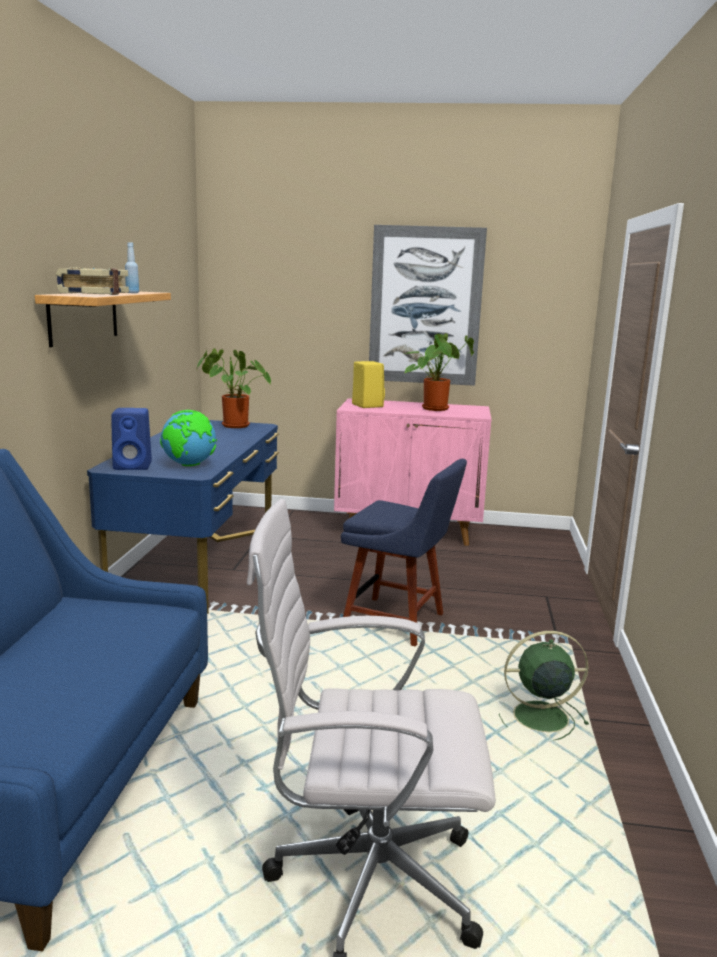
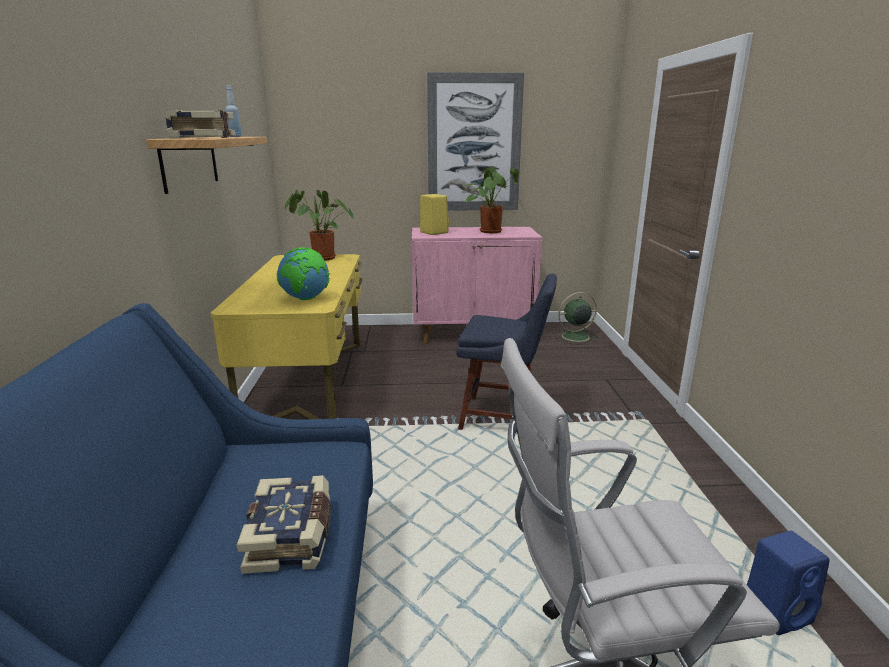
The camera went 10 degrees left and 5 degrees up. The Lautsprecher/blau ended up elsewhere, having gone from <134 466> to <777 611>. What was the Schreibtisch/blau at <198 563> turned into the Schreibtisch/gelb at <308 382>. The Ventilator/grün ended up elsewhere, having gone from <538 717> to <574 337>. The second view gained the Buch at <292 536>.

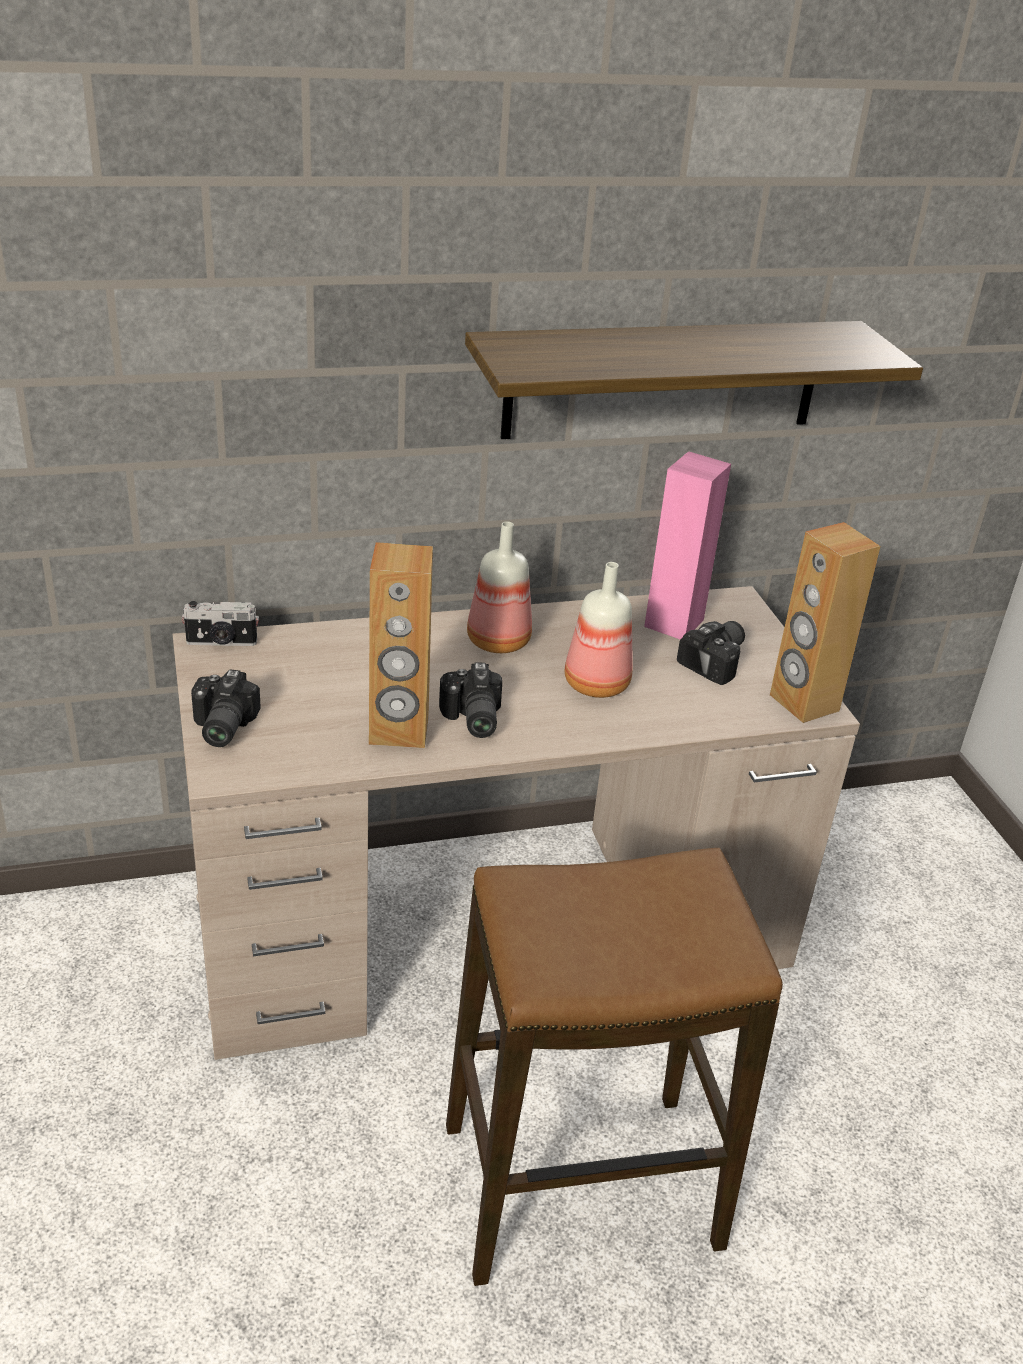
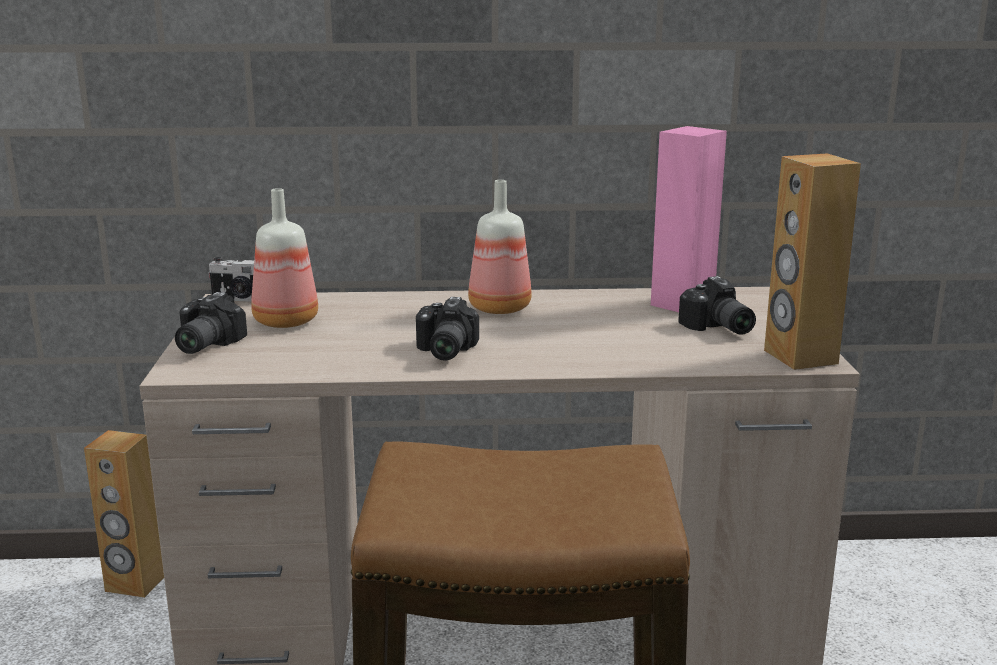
The camera went 15 degrees right and 15 degrees down. The second view lost the Wandregal at <664 379>. The Lautsprecher/braun ended up elsewhere, having gone from <399 731> to <135 584>. The Flasche ended up elsewhere, having gone from <596 686> to <285 322>. The Kamera at <718 662> ended up facing another way, 105 degrees clockwise from before.

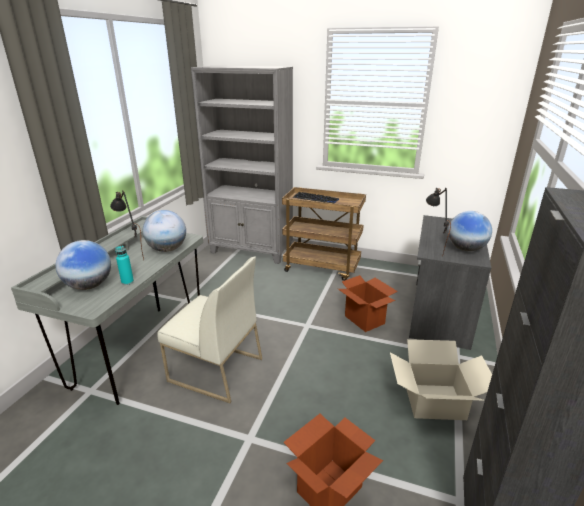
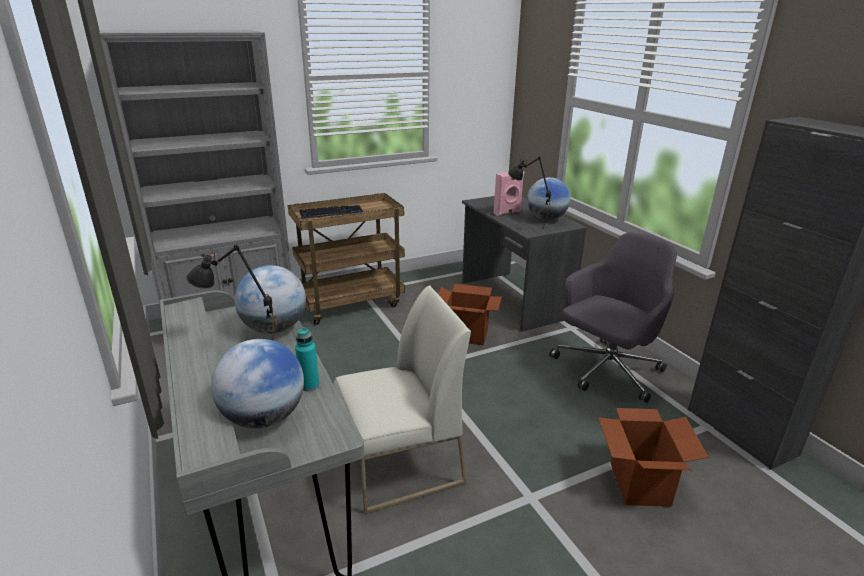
The camera went 45 degrees left and 0 degrees up. Where the Karton stood at <435 402>, the Bürostuhl/grau came to stand at <606 371>. The second view gained the Lautsprecher/rosa at <507 213>.

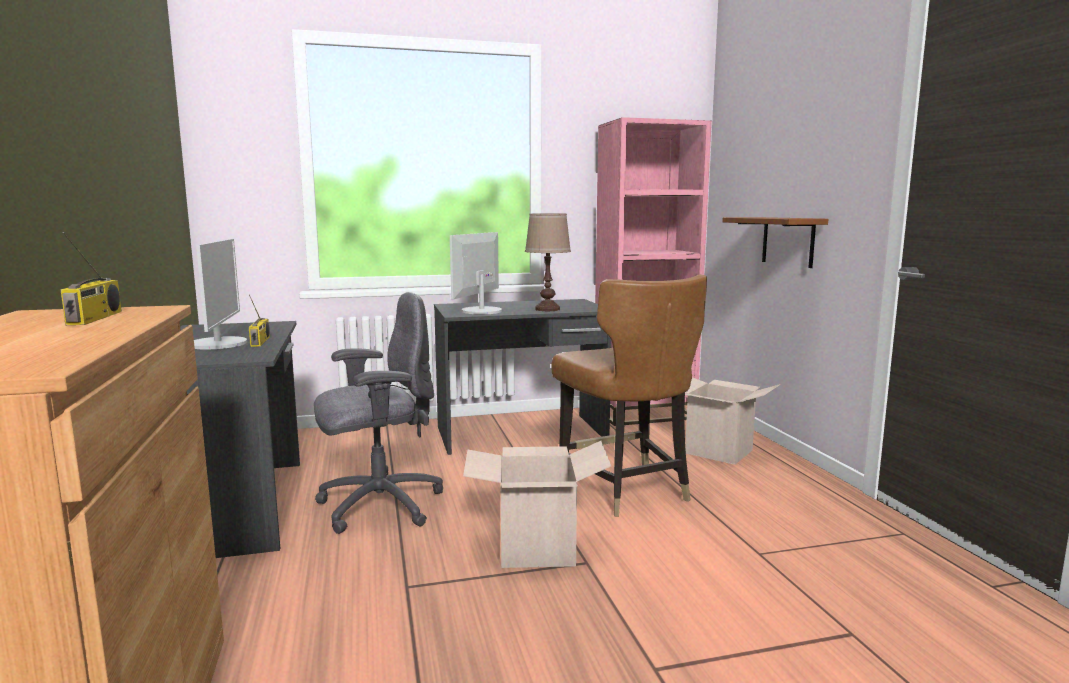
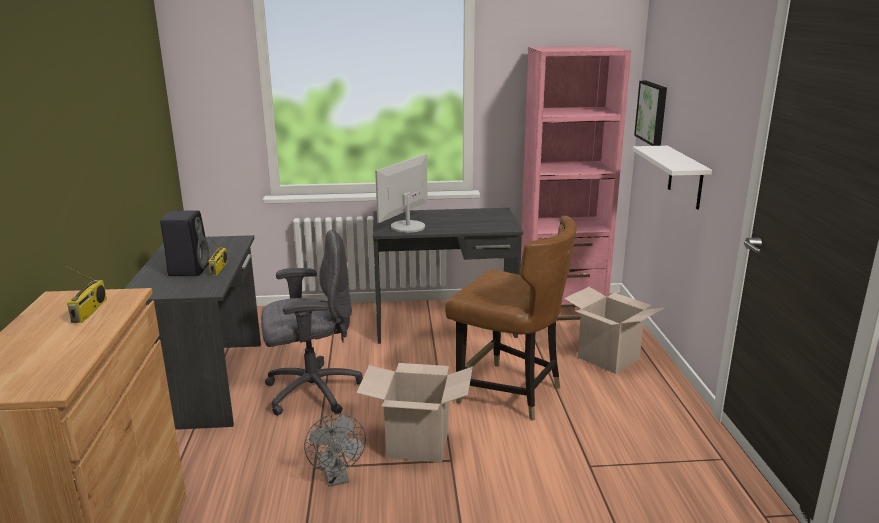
The camera went 10 degrees right and 10 degrees up. The second view lost the Tischlampe/braun at <547 309>. What was the Wandregal/braun at <788 241> turned into the Wandregal/weiß at <685 177>. Where the Monitor stood at <219 344>, the Lautsprecher/schwarz came to stand at <189 269>. The Stuhl/braun at <625 489> ended up facing another way, 45 degrees counterclockwise from before. The second view gained the Bild at <653 112>. The second view gained the Ventilator/grau at <337 478>.

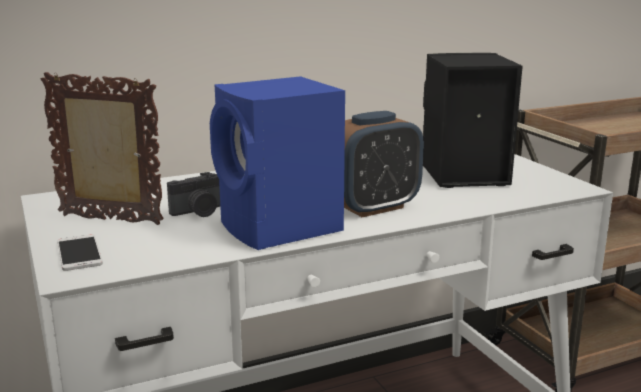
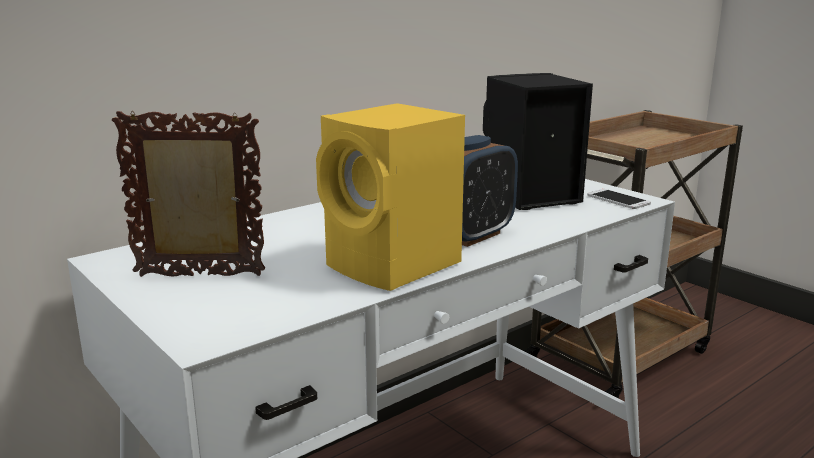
The camera went 15 degrees left and 0 degrees up. What was the Lautsprecher/blau at <281 229> turned into the Lautsprecher/gelb at <395 266>. The second view lost the Kamera at <198 212>. The Handy ended up elsewhere, having gone from <79 253> to <618 199>.

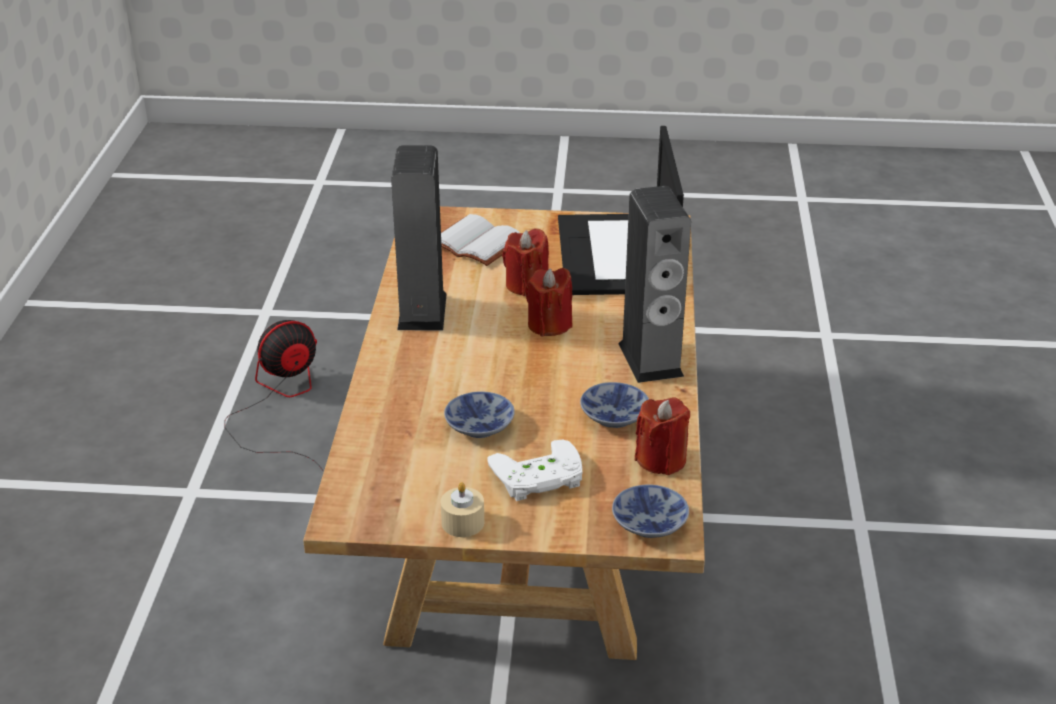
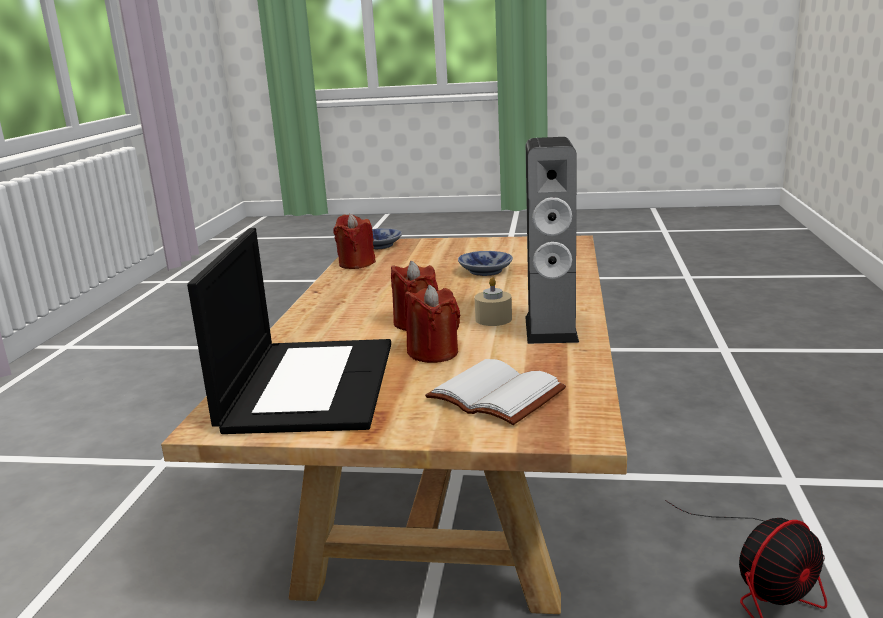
The camera went 175 degrees left and 15 degrees down. The second view lost the Lautsprecher at <650 359>. The second view lost the Schüssel at <617 416>. The second view lost the Gamepad/weiß at <538 479>. The Kerze/beige ended up elsewhere, having gone from <462 522> to <493 319>.

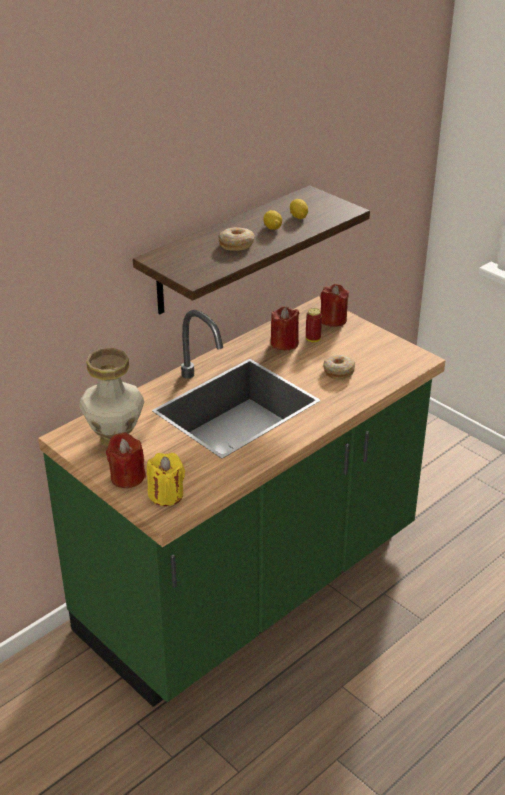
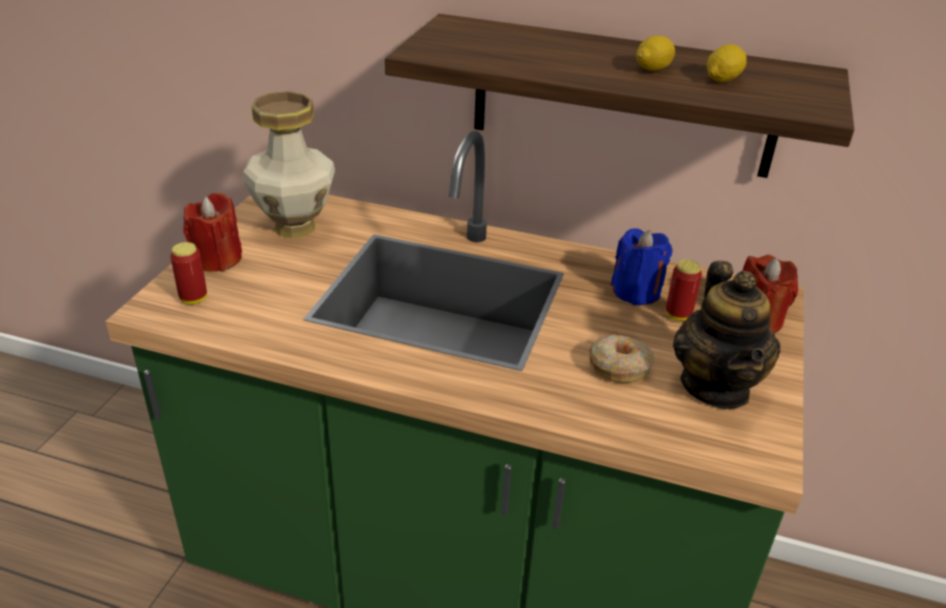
The camera went 60 degrees right and 0 degrees up. The second view lost the Donut at <236 244>. What was the Kerze/rot at <284 343> turned into the Kerze/blau at <636 291>. Where the Kerze/gelb stood at <166 495>, the Dose came to stand at <193 298>. The second view gained the Teekanne at <716 386>.

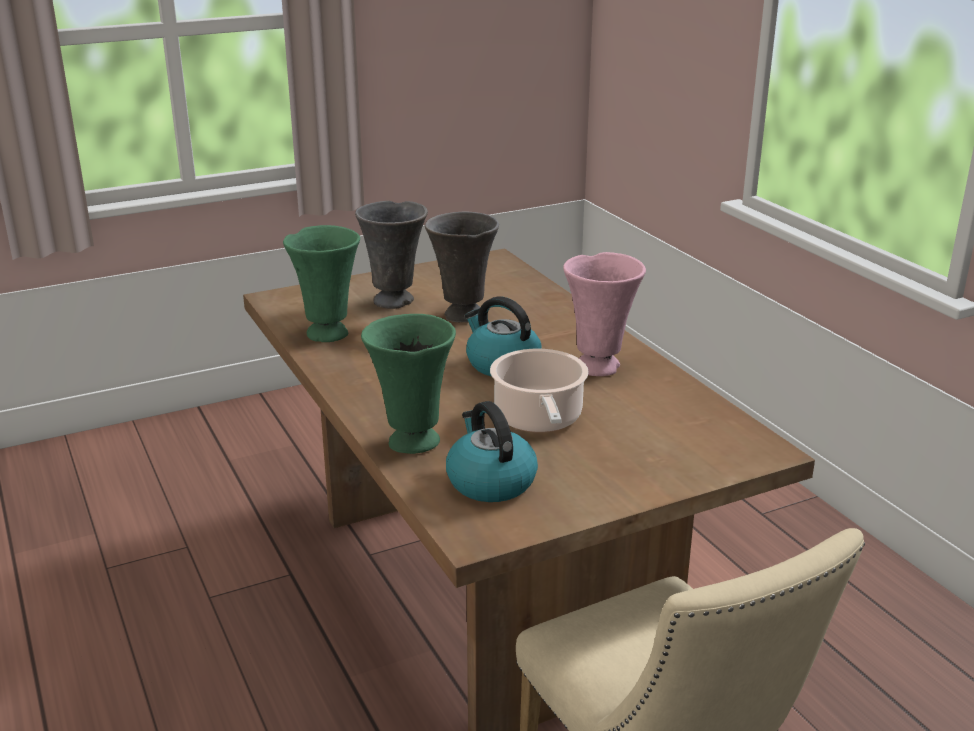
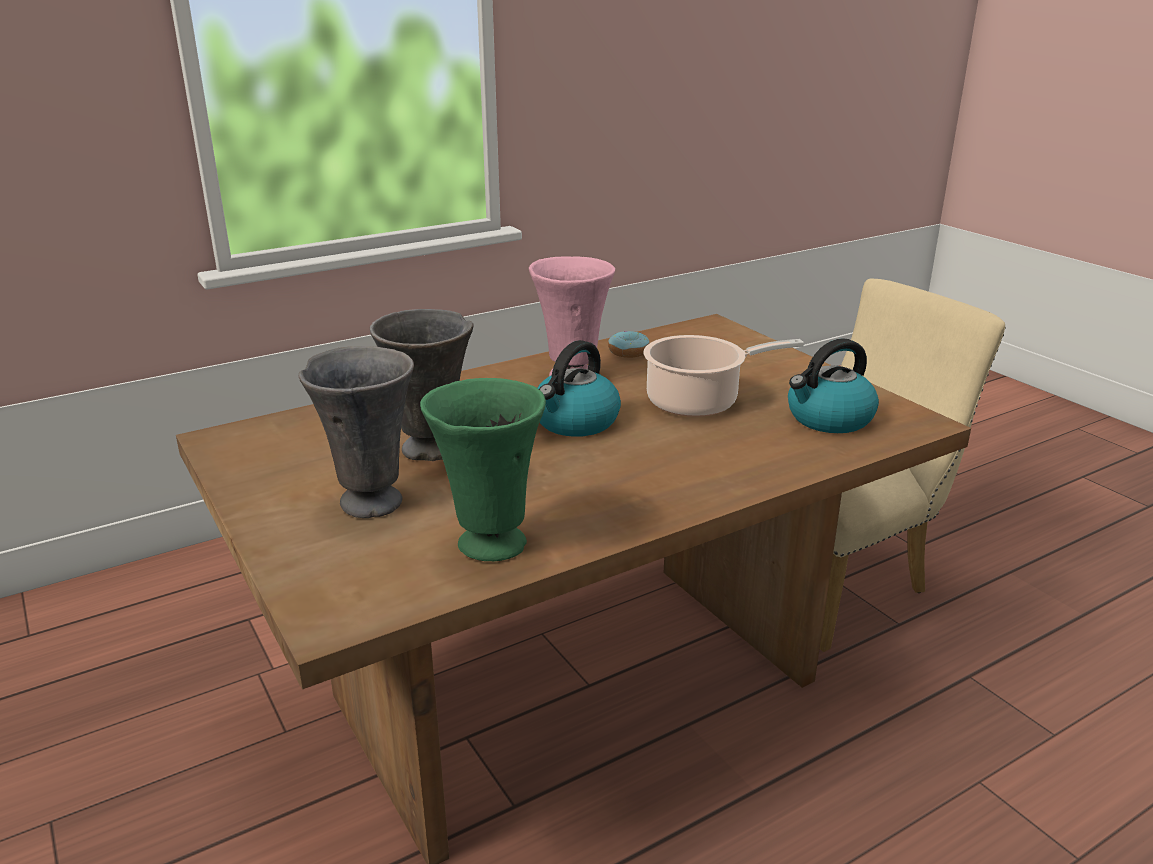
The camera went 95 degrees left and 0 degrees up. The second view lost the Vase/grün at <411 442>. The second view gained the Donut at <628 352>.

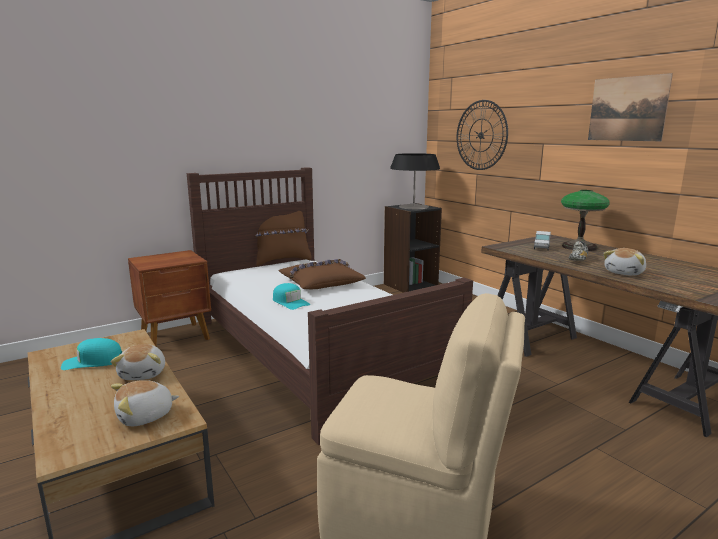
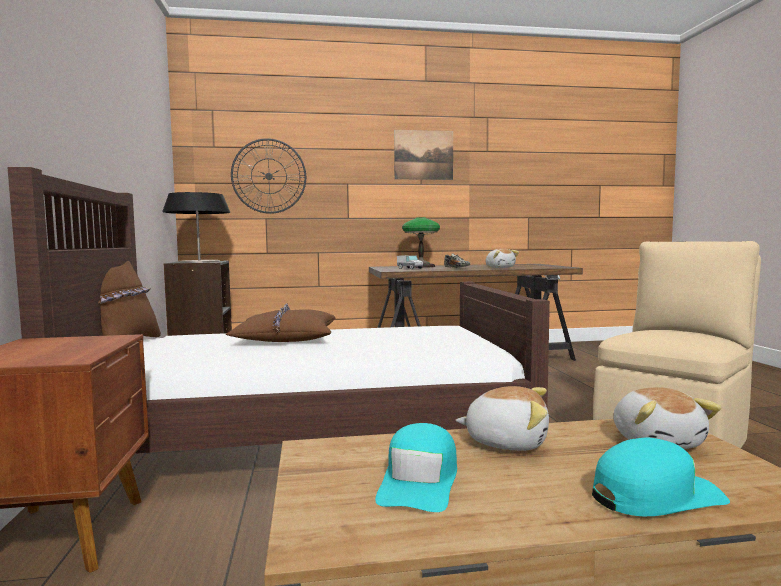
The camera went 65 degrees left and 10 degrees down. The Kappe/türkis ended up elsewhere, having gone from <290 302> to <656 495>.

